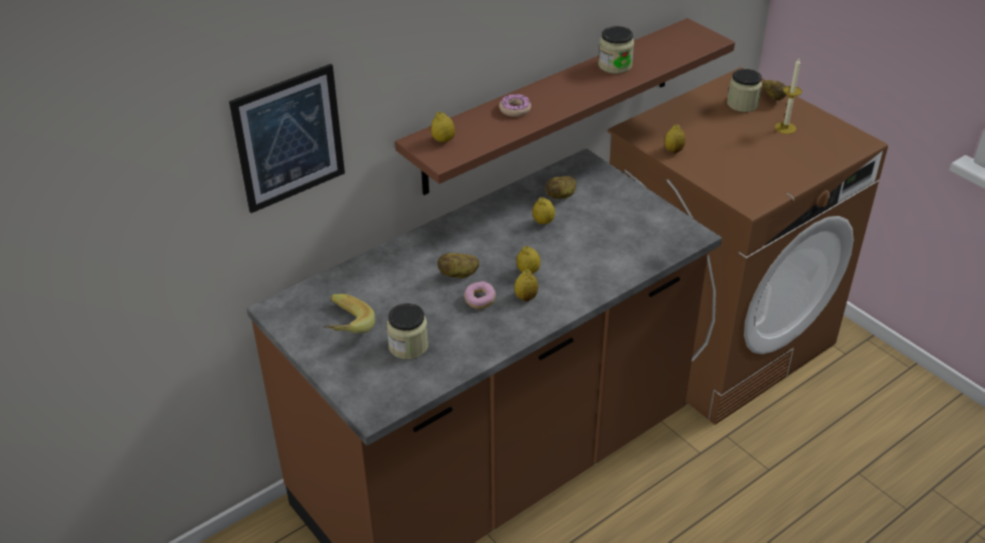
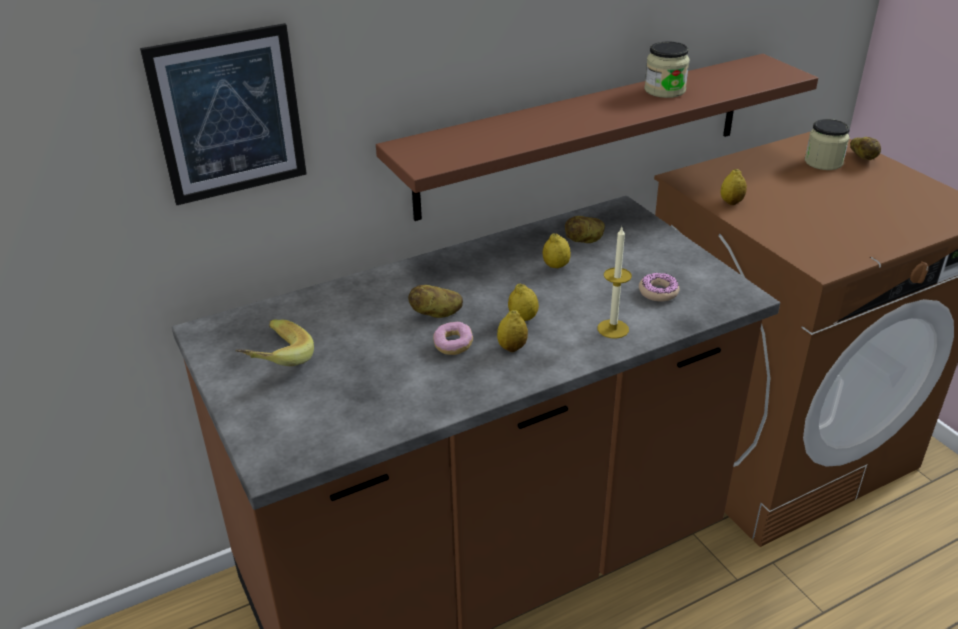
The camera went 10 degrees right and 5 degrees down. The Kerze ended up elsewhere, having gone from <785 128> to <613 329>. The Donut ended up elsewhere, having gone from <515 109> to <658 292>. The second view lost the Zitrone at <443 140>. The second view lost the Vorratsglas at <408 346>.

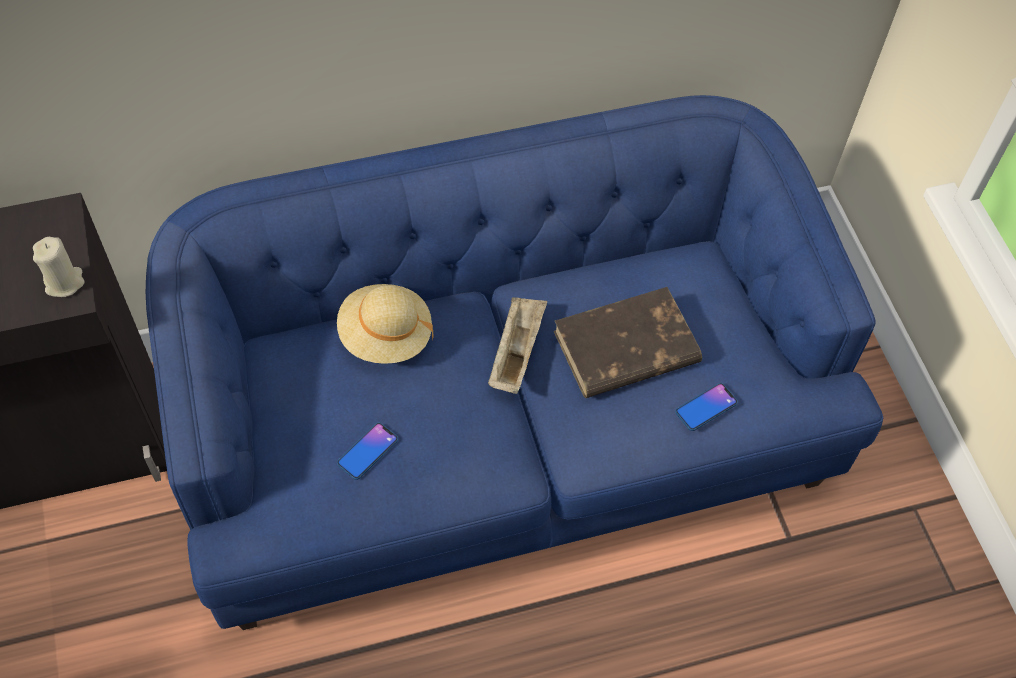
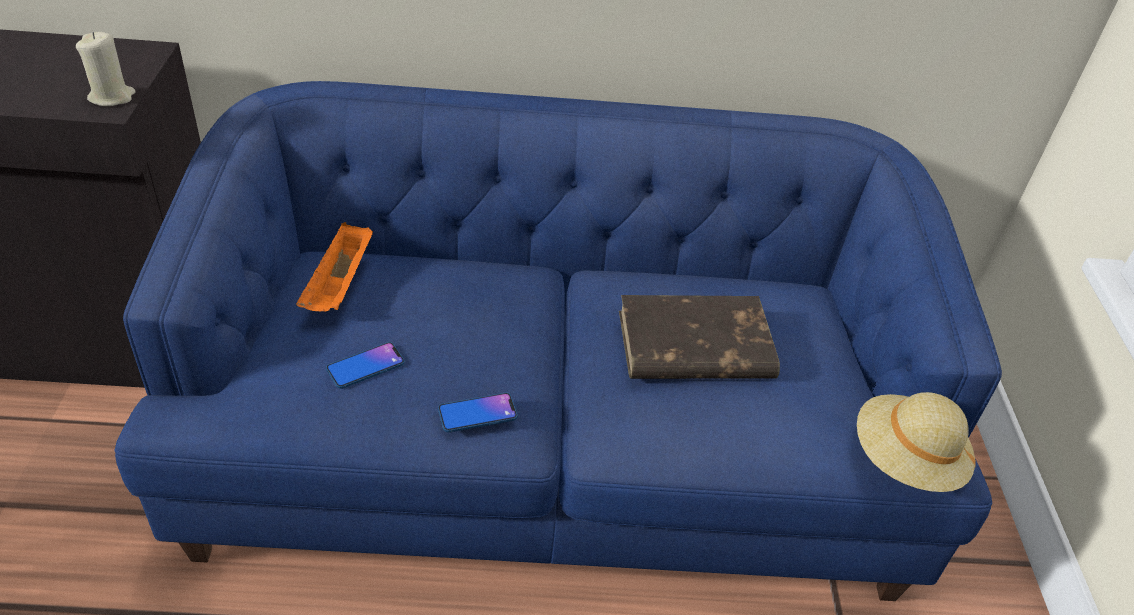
The camera went 15 degrees right and 15 degrees down. The Hut/beige ended up elsewhere, having gone from <385 336> to <905 461>. The second view lost the Tablett/beige at <516 352>. The Handy ended up elsewhere, having gone from <706 407> to <477 413>. The second view gained the Tablett/orange at <339 285>.

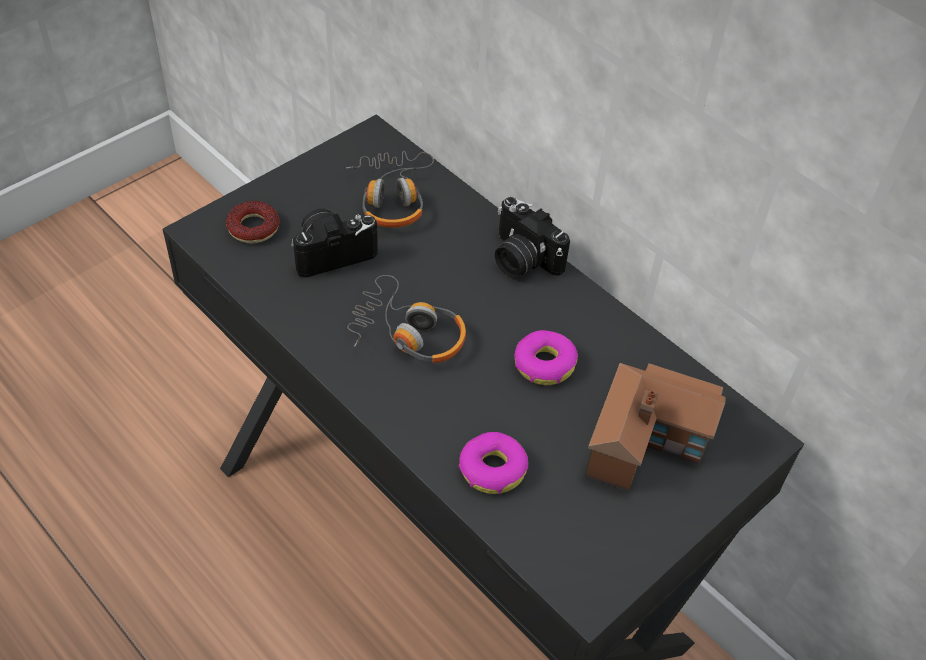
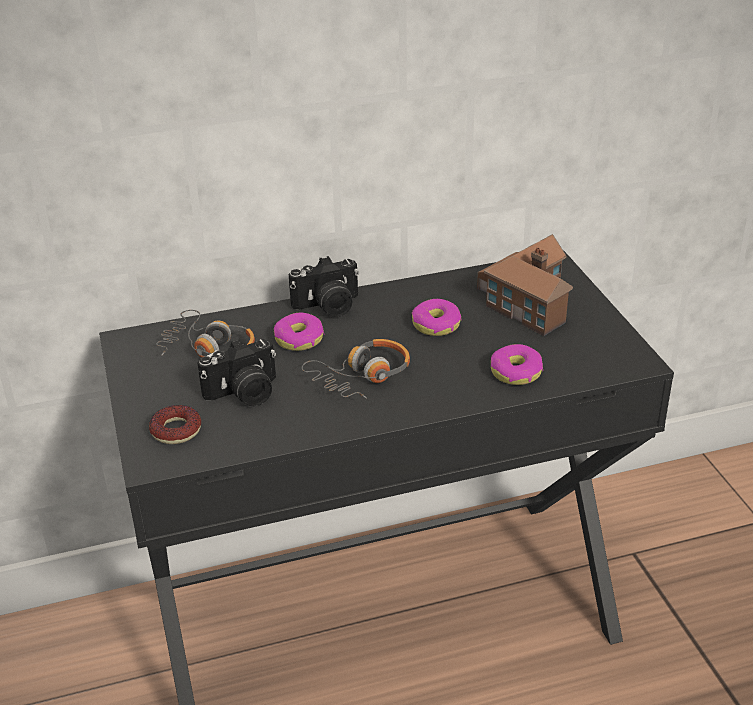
The camera went 60 degrees left and 15 degrees down. The Kamera at <332 252> ended up facing another way, 120 degrees counterclockwise from before. The second view gained the Donut at <299 339>.

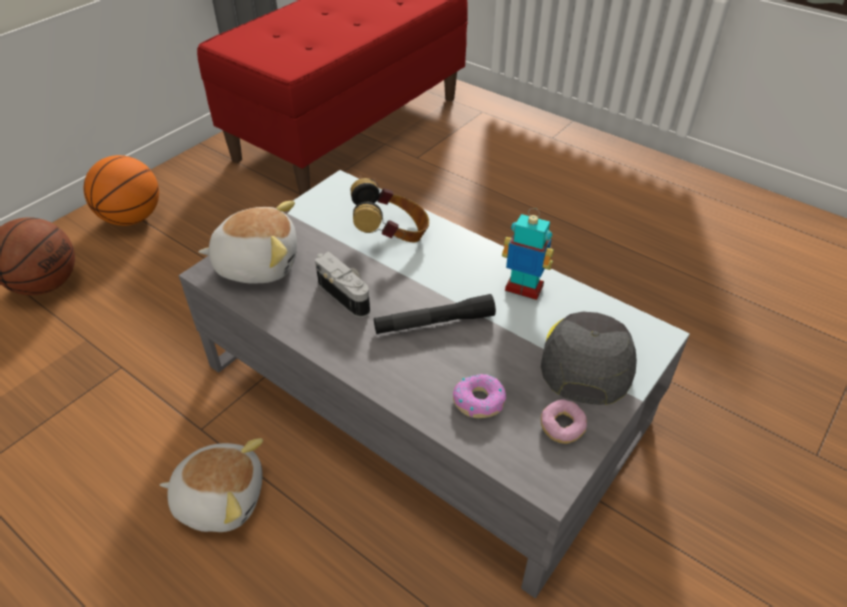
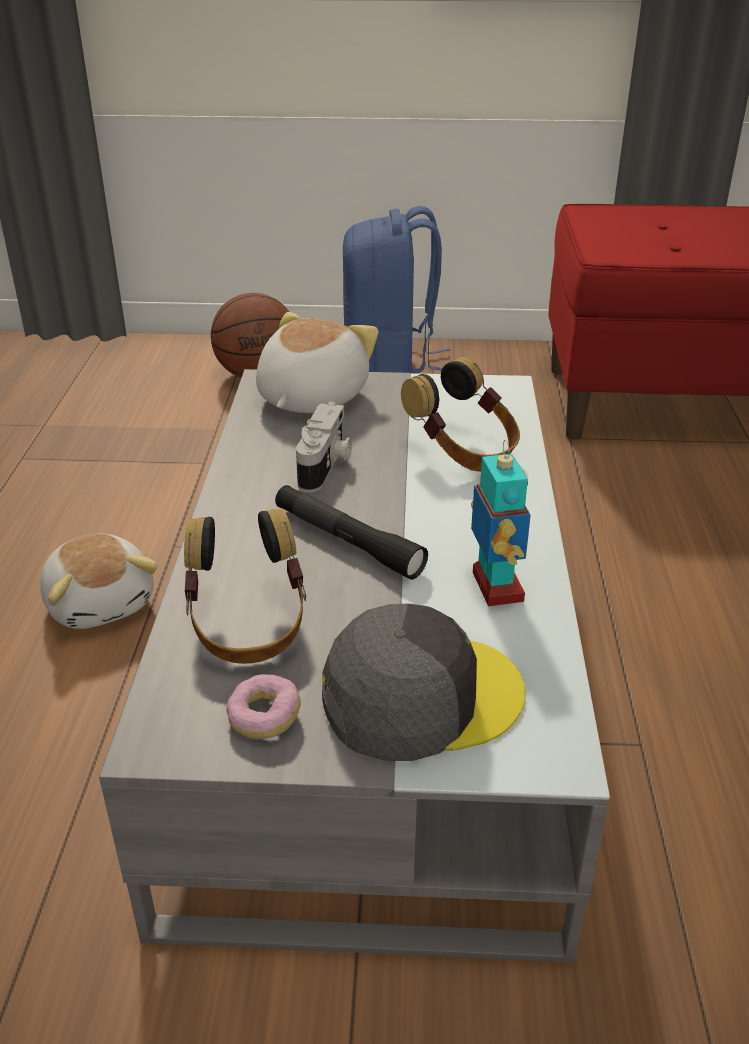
The camera went 55 degrees right and 10 degrees down. Where the Basketball stood at <132 218>, the Rucksack/blau came to stand at <390 366>. The Plüschtier at <257 264> ended up facing another way, 120 degrees counterclockwise from before. Where the Donut stood at <479 401>, the Kopfhörer came to stand at <248 627>.

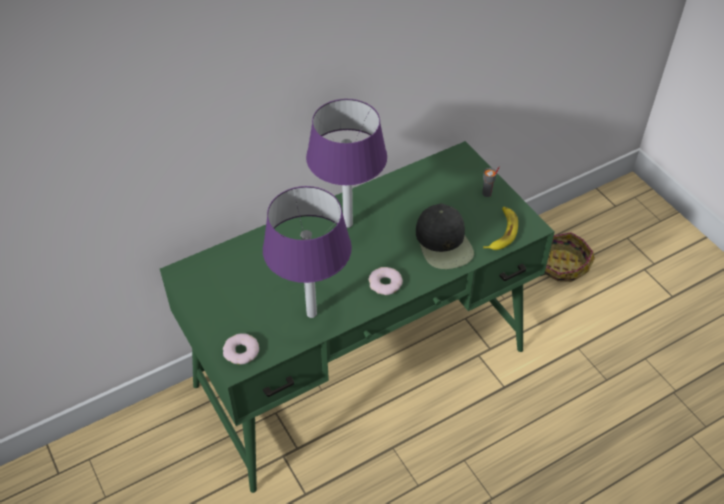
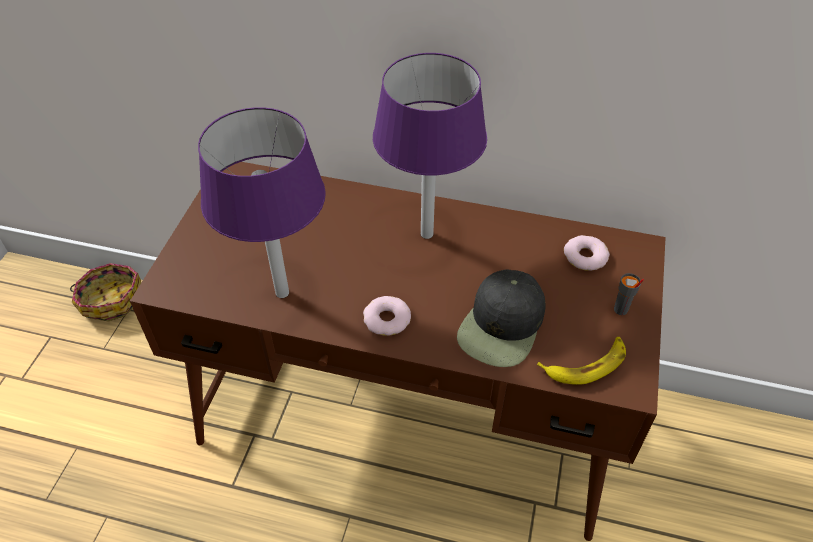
The camera went 45 degrees right and 0 degrees up. What was the Schreibtisch/grün at <362 367> turned into the Schreibtisch/braun at <407 415>. The Korb ended up elsewhere, having gone from <560 265> to <111 299>. The Donut ended up elsewhere, having gone from <241 351> to <585 256>.

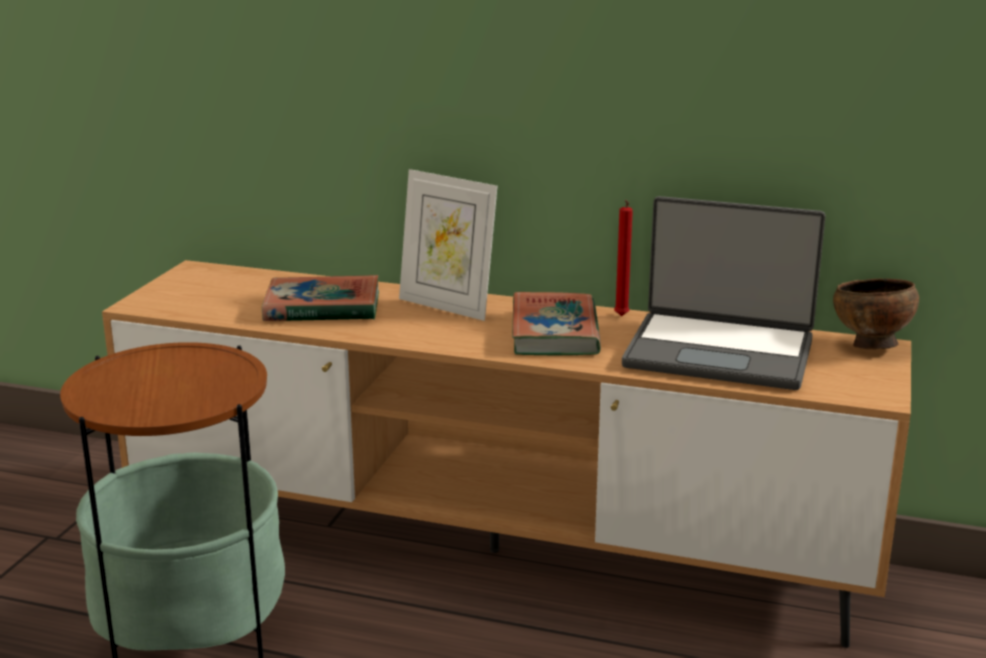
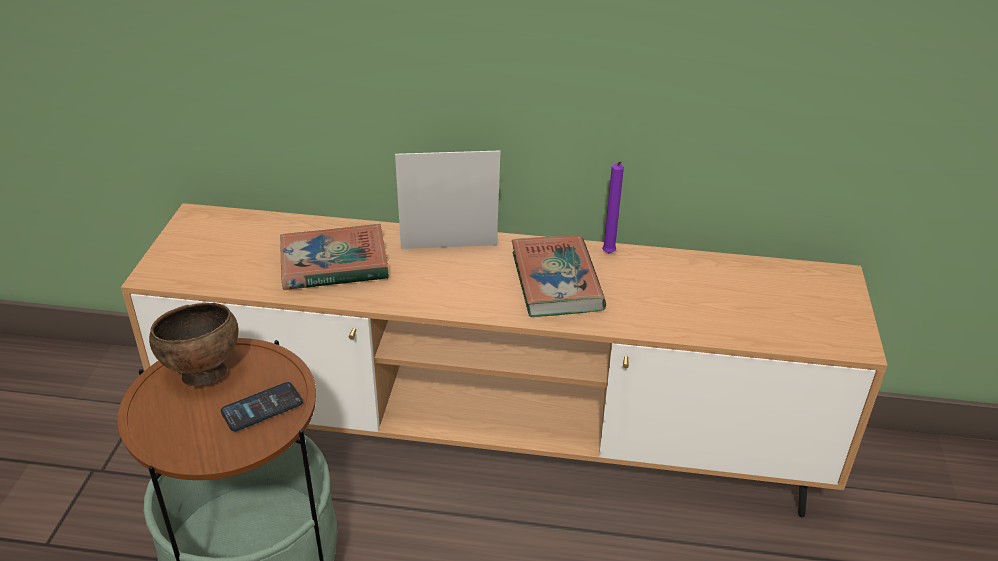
The camera went 10 degrees left and 15 degrees up. The Bilderrahmen at <447 306> ended up facing another way, 150 degrees clockwise from before. The second view lost the Laptop at <720 352>. What was the Kerze/rot at <621 317> turned into the Kerze/lila at <608 254>. The Schüssel/braun ended up elsewhere, having gone from <869 347> to <202 374>. The second view gained the Handy at <262 407>.

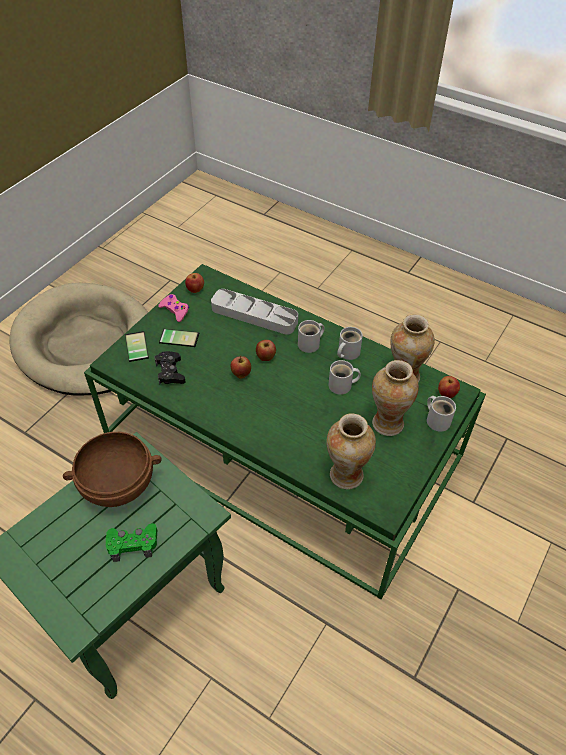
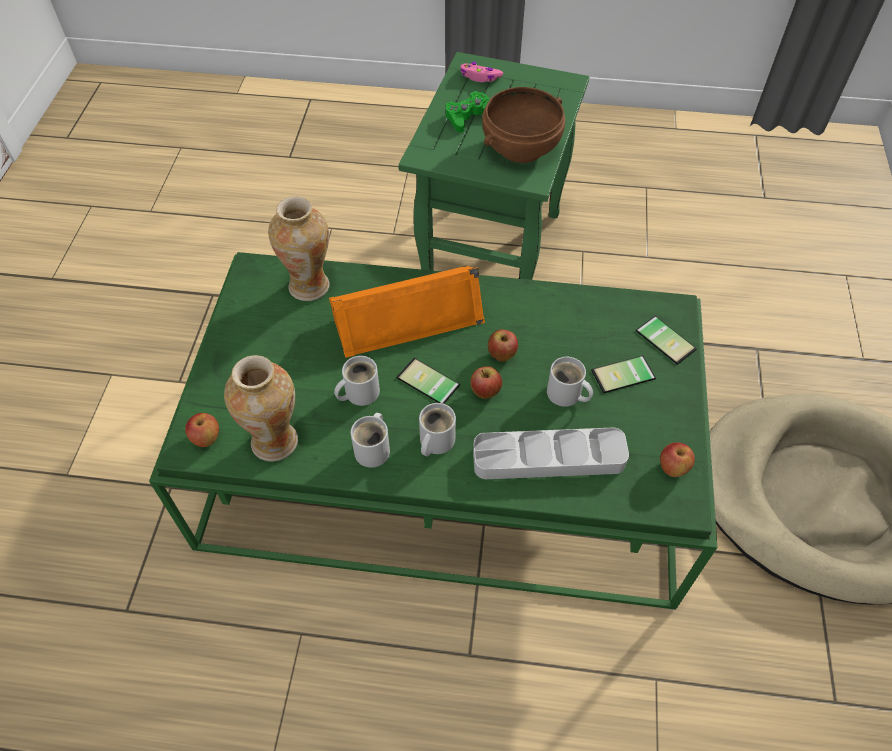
The camera went 155 degrees right and 5 degrees up. The Gamepad/rosa ended up elsewhere, having gone from <175 310> to <480 77>. The second view lost the Gamepad/schwarz at <170 372>. The second view lost the Vase at <387 422>. The Henkelbecher/weiß ended up elsewhere, having gone from <437 419> to <566 395>. The second view gained the Lautsprecher/orange at <407 315>. The second view gained the Handy at <426 383>.

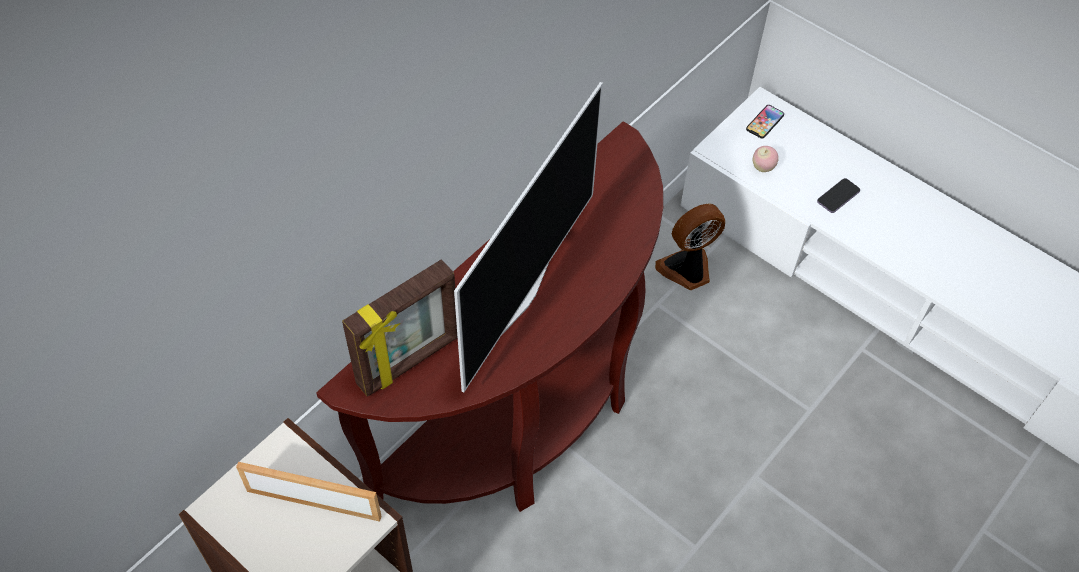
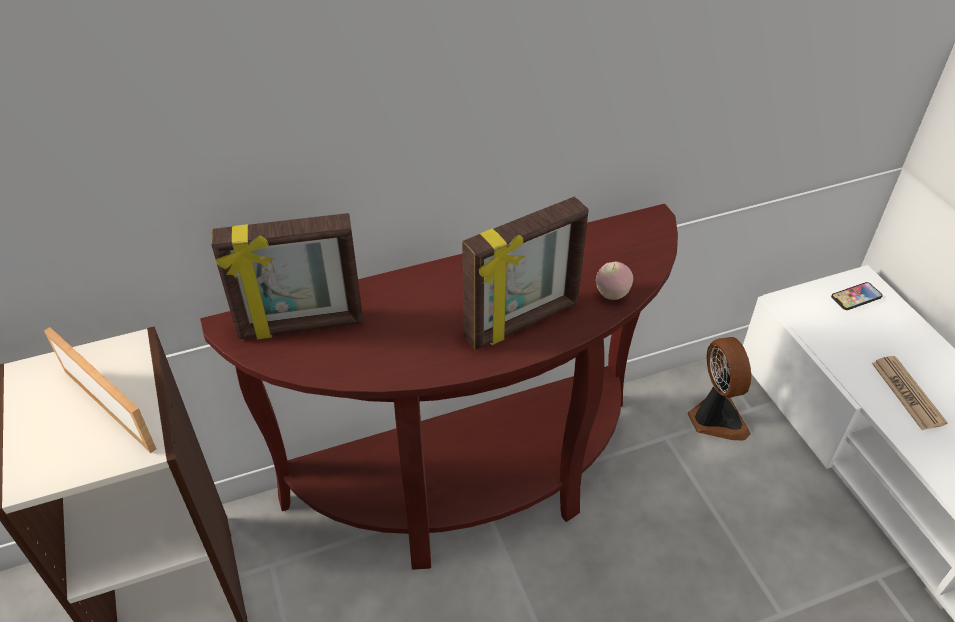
The camera went 30 degrees right and 10 degrees down. The second view lost the Fernseher at <520 296>. The Apfel ended up elsewhere, having gone from <762 167> to <612 294>. Where the Handy stood at <838 196>, the Zeitung came to stand at <907 393>. The Ventilator at <687 270> ended up facing another way, 75 degrees clockwise from before. The second view gained the Bilderrahmen at <523 322>.

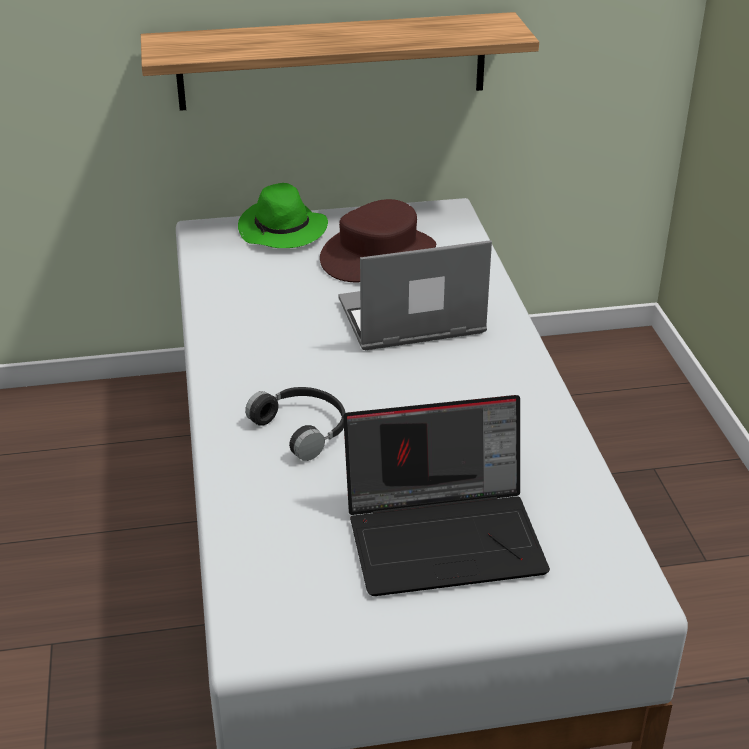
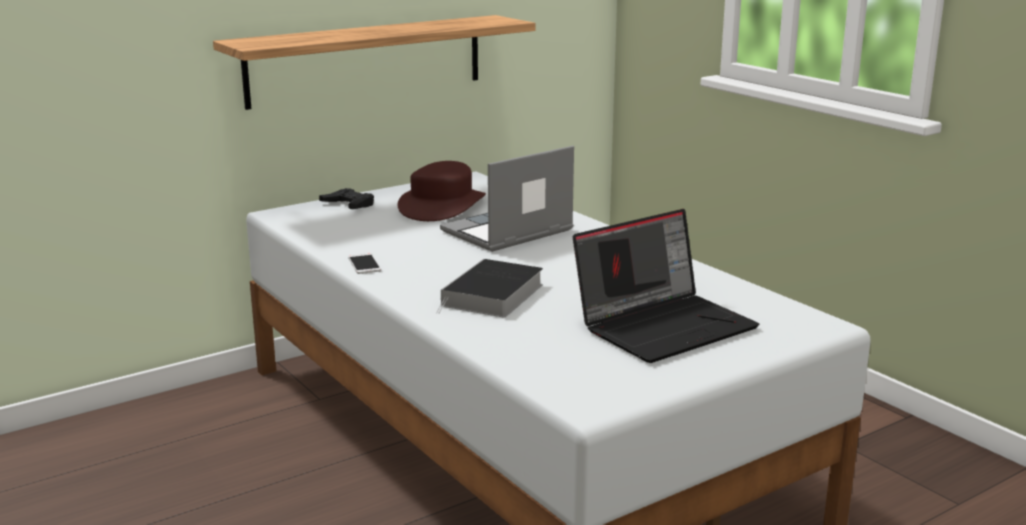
The camera went 25 degrees left and 15 degrees down. Where the Hut/grün stood at <283 231>, the Gamepad/schwarz came to stand at <349 204>. Where the Kopfhörer/schwarz stood at <303 428>, the Buch came to stand at <492 296>. The second view gained the Handy at <364 264>.

